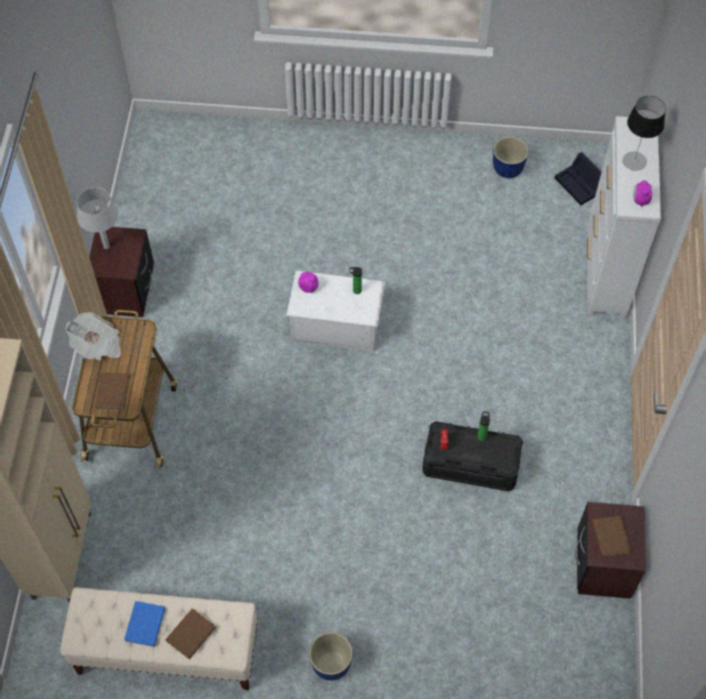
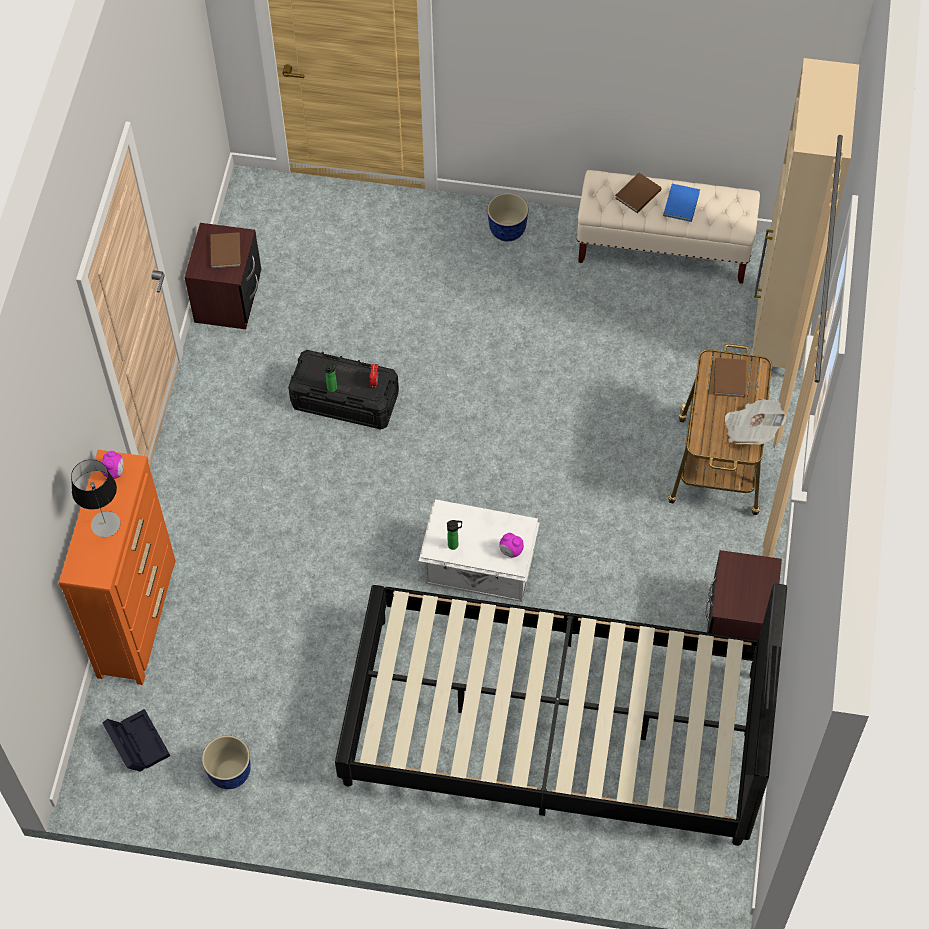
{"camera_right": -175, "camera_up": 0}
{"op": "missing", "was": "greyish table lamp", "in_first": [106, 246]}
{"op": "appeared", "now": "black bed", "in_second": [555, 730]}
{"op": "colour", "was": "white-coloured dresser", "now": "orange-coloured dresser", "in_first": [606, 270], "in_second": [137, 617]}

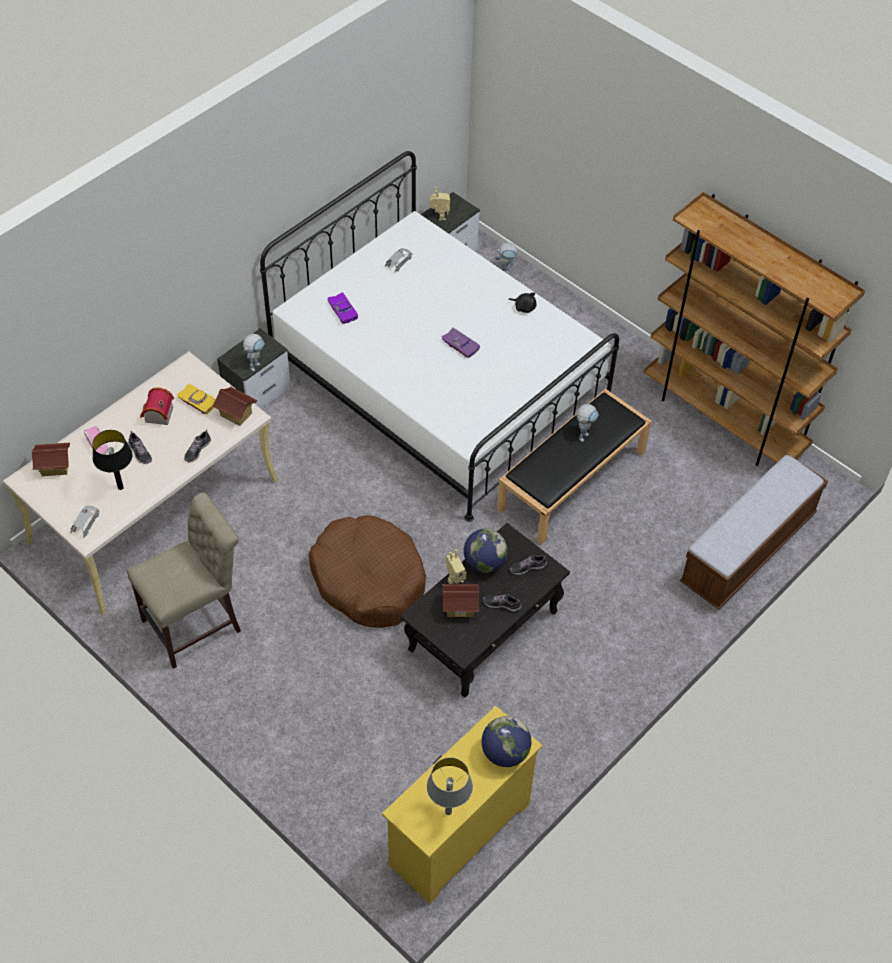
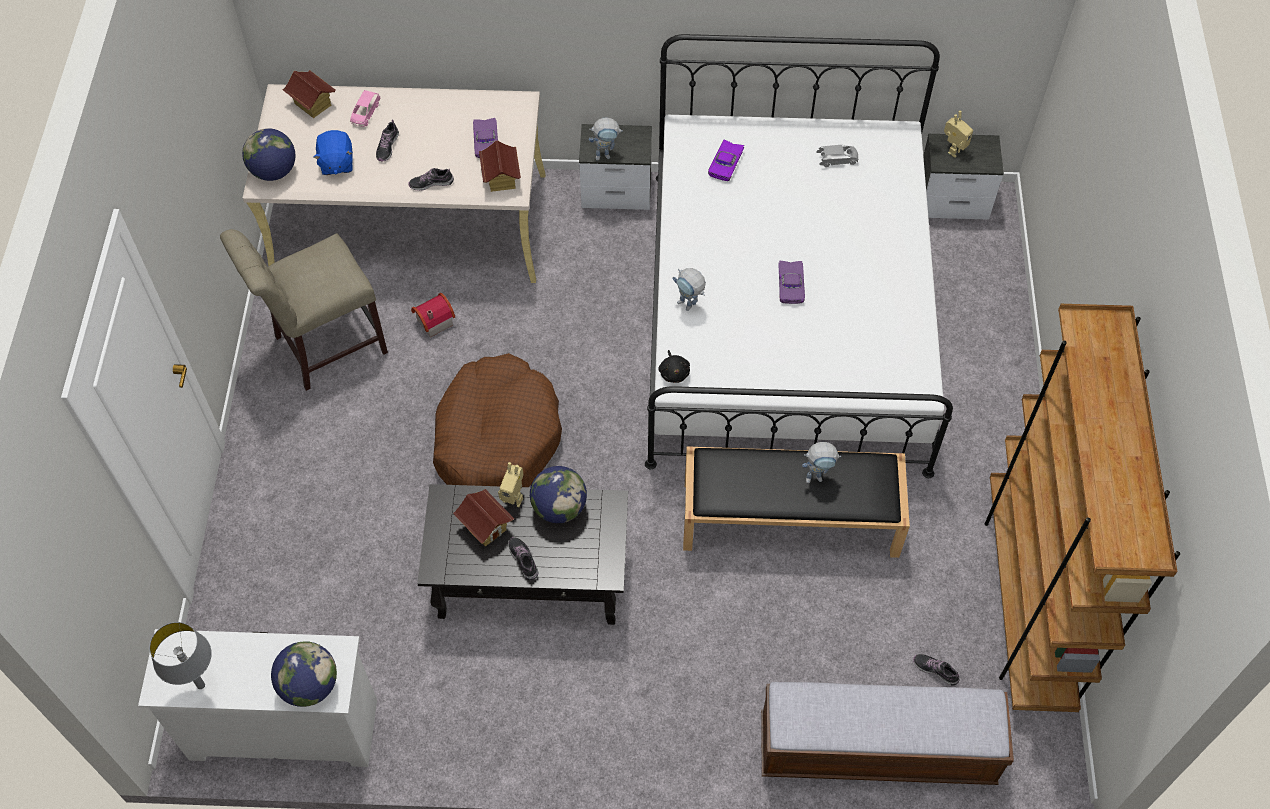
{"camera_right": 50, "camera_up": 5}
{"op": "relocated", "was": "model house", "in_first": [157, 415], "in_second": [432, 321]}
{"op": "relocated", "was": "model robot", "in_first": [506, 271], "in_second": [689, 306]}
{"op": "relocated", "was": "black plush toy", "in_first": [524, 307], "in_second": [674, 372]}
{"op": "relocated", "was": "shoe", "in_first": [528, 567], "in_second": [935, 670]}
{"op": "exchanged", "was": "greyish miniature car", "now": "world globe", "in_first": [86, 524], "in_second": [274, 171]}
{"op": "exchanged", "was": "black table lamp", "now": "blue-coloured plush toy", "in_first": [120, 487], "in_second": [336, 163]}
{"op": "colour", "was": "yellow miniature car", "now": "purplish miniature car", "in_first": [198, 401], "in_second": [487, 141]}
{"op": "colour", "was": "yellow dresser", "now": "white-coloured dresser", "in_first": [459, 835], "in_second": [283, 729]}
{"op": "spun", "was": "beige-coloured chair", "in_first": [197, 623], "in_second": [324, 346], "clockwise": 135}

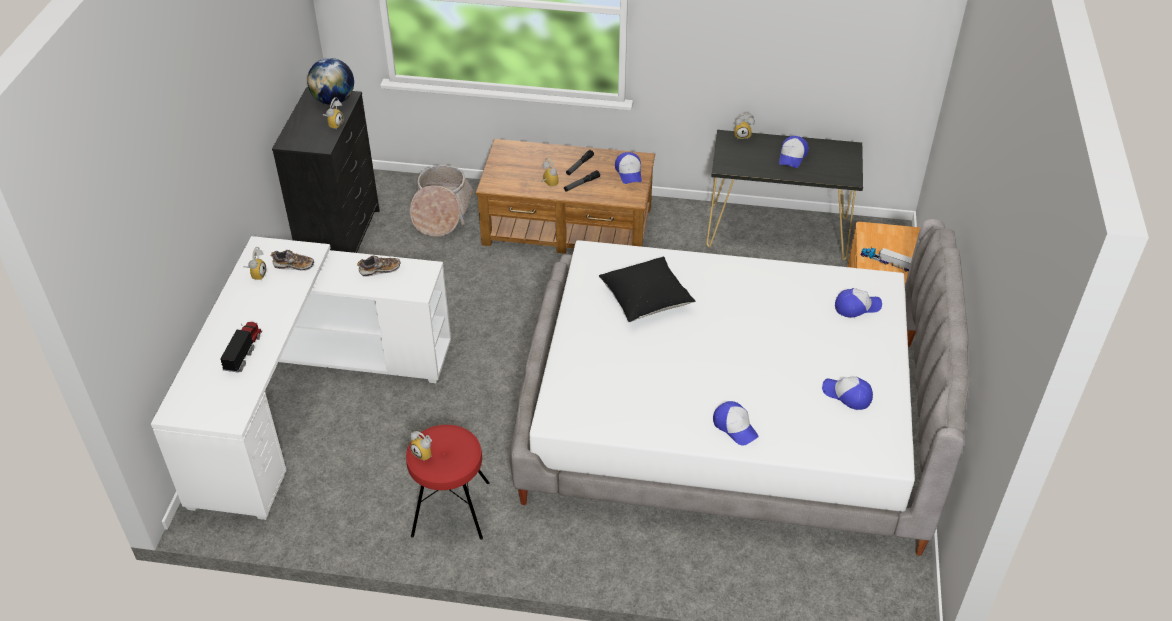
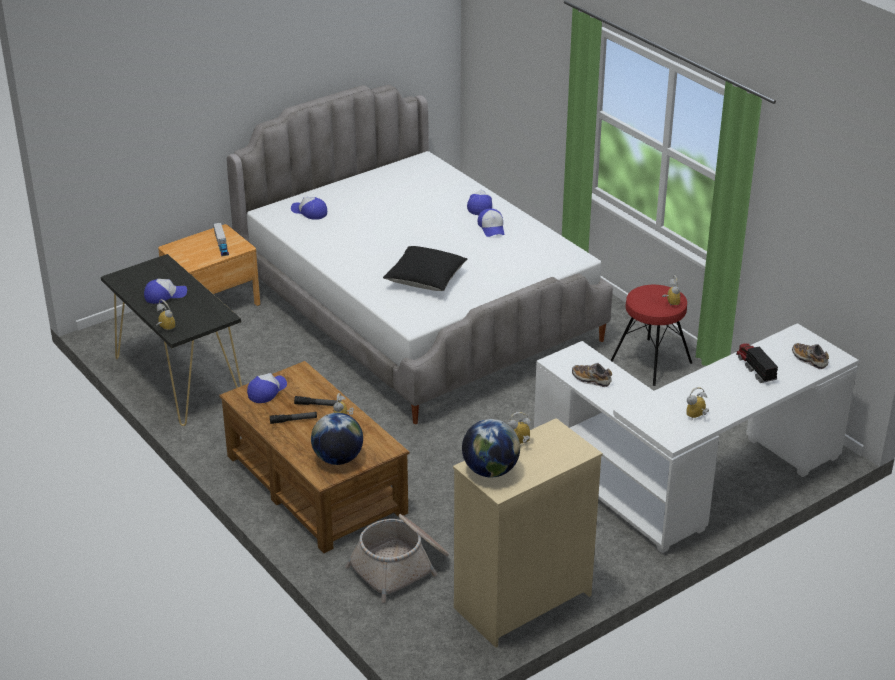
{"camera_right": -135, "camera_up": -10}
{"op": "appeared", "now": "world globe", "in_second": [338, 459]}
{"op": "relocated", "was": "shoe", "in_first": [294, 265], "in_second": [809, 360]}
{"op": "relocated", "was": "baseball cap", "in_first": [847, 395], "in_second": [492, 228]}
{"op": "colour", "was": "black dresser", "now": "beige-coloured dresser", "in_first": [341, 238], "in_second": [522, 601]}
{"op": "spun", "was": "model truck", "in_first": [243, 352], "in_second": [755, 368], "clockwise": 105}

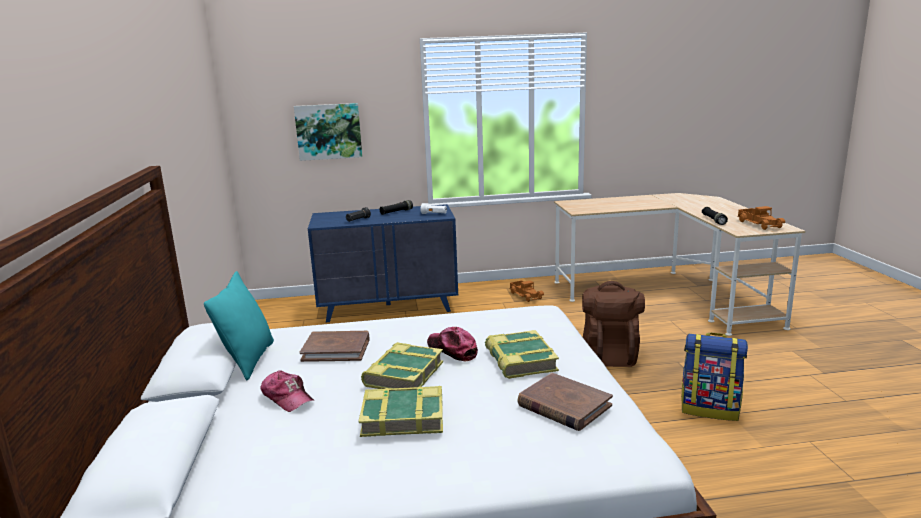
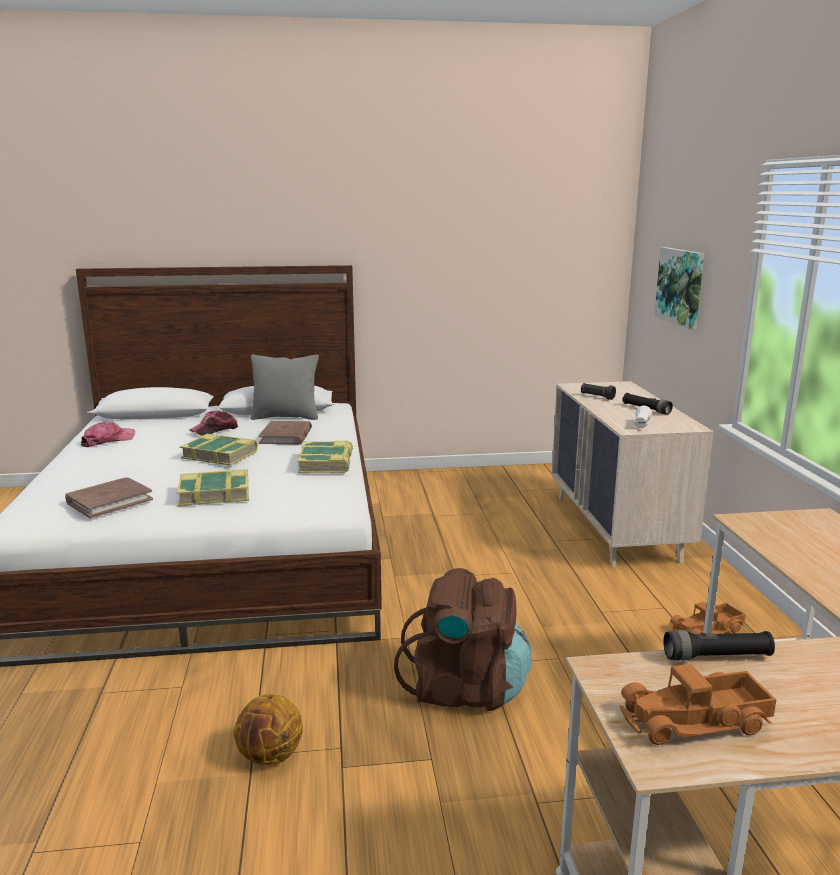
{"camera_right": 90, "camera_up": 0}
{"op": "relocated", "was": "bound book", "in_first": [403, 417], "in_second": [326, 463]}
{"op": "relocated", "was": "baseball cap", "in_first": [452, 350], "in_second": [108, 441]}
{"op": "exchanged", "was": "backpack", "now": "basketball", "in_first": [710, 409], "in_second": [270, 756]}
{"op": "colour", "was": "turquoise-coloured pillow", "now": "greyish pillow", "in_first": [248, 360], "in_second": [286, 417]}
{"op": "colour", "was": "blue-coloured dresser", "now": "beige-coloured dresser", "in_first": [389, 307], "in_second": [616, 528]}

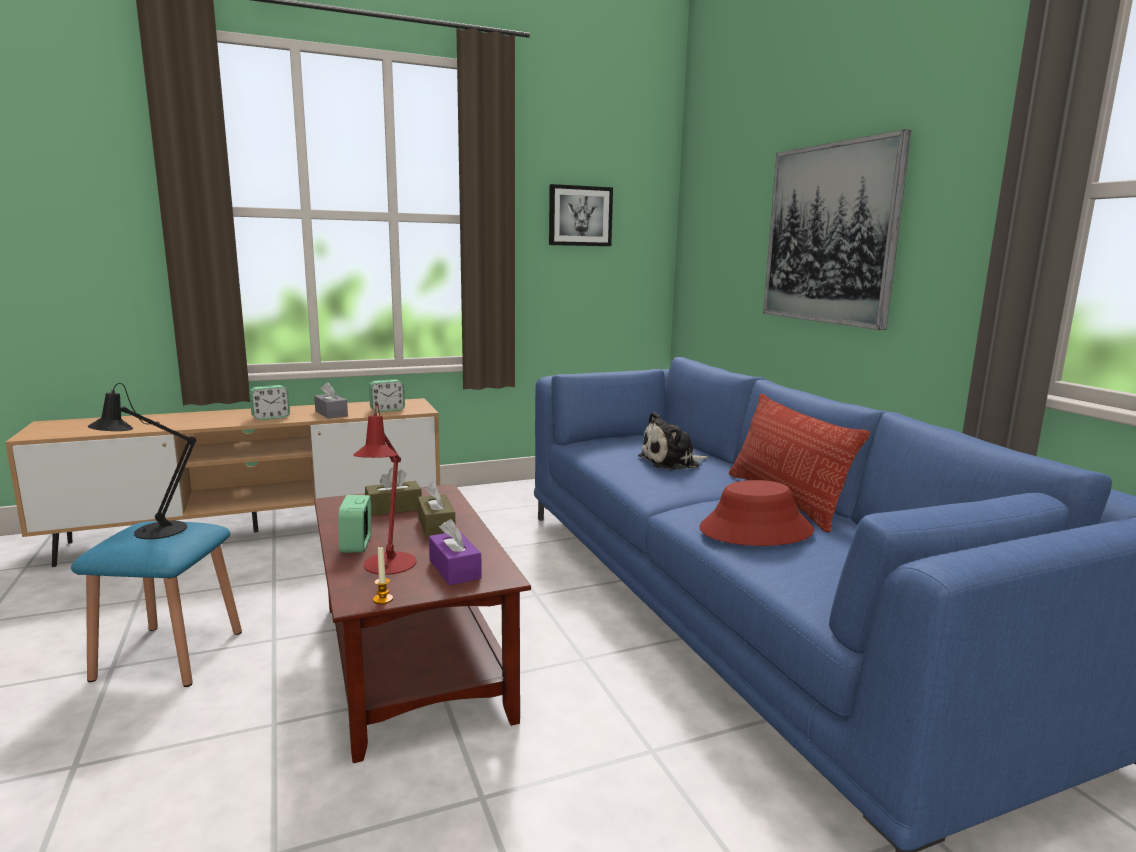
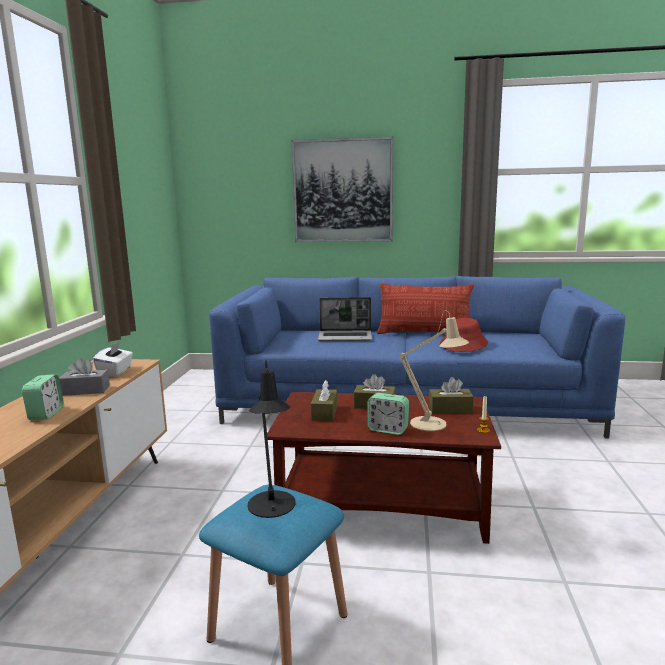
{"camera_right": -60, "camera_up": 0}
{"op": "missing", "was": "wall art", "in_first": [580, 216]}
{"op": "exchanged", "was": "alarm clock", "now": "white-coloured tissue box", "in_first": [387, 410], "in_second": [115, 372]}
{"op": "exchanged", "was": "plush toy", "now": "portable computer", "in_first": [672, 462], "in_second": [346, 337]}
{"op": "colour", "was": "red table lamp", "now": "beige-coloured table lamp", "in_first": [388, 566], "in_second": [433, 424]}
{"op": "colour", "was": "purplish tissue box", "now": "brown-coloured tissue box", "in_first": [454, 569], "in_second": [450, 409]}

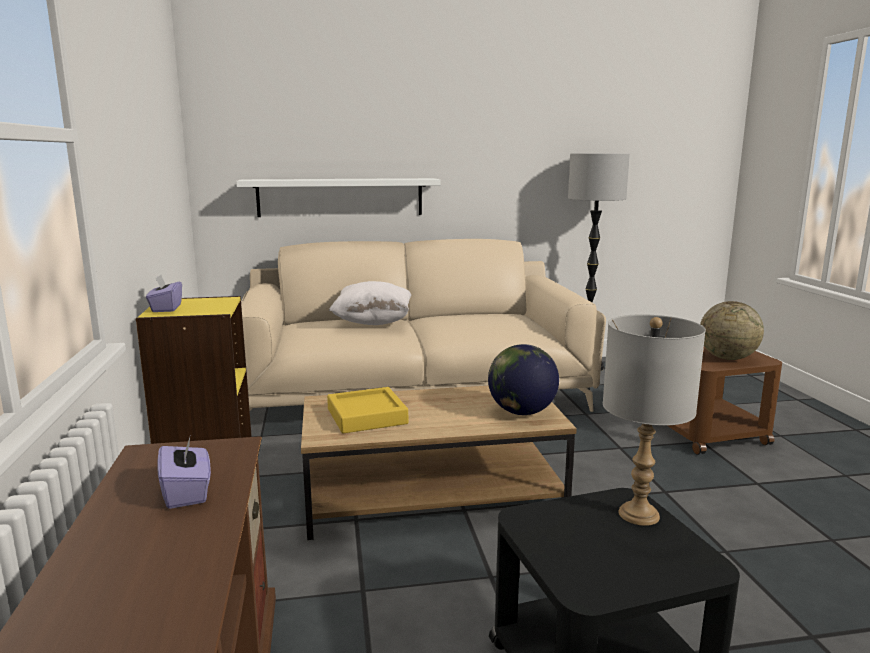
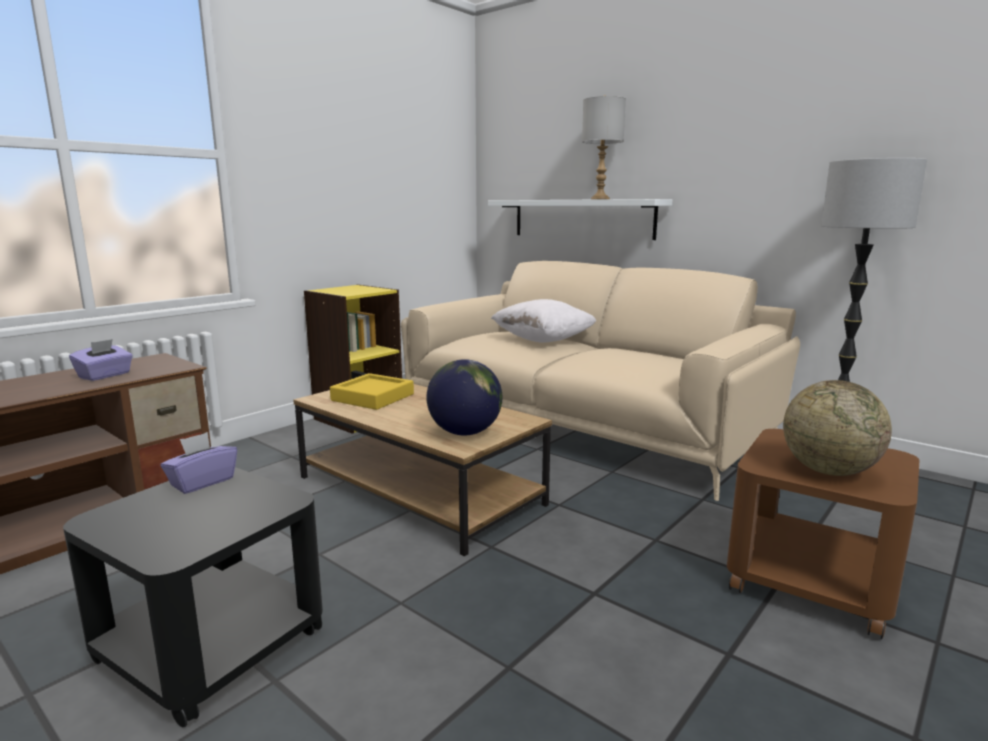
{"camera_right": 50, "camera_up": 0}
{"op": "relocated", "was": "purplish tissue box", "in_first": [166, 308], "in_second": [202, 482]}
{"op": "relocated", "was": "greyish table lamp", "in_first": [638, 514], "in_second": [600, 199]}

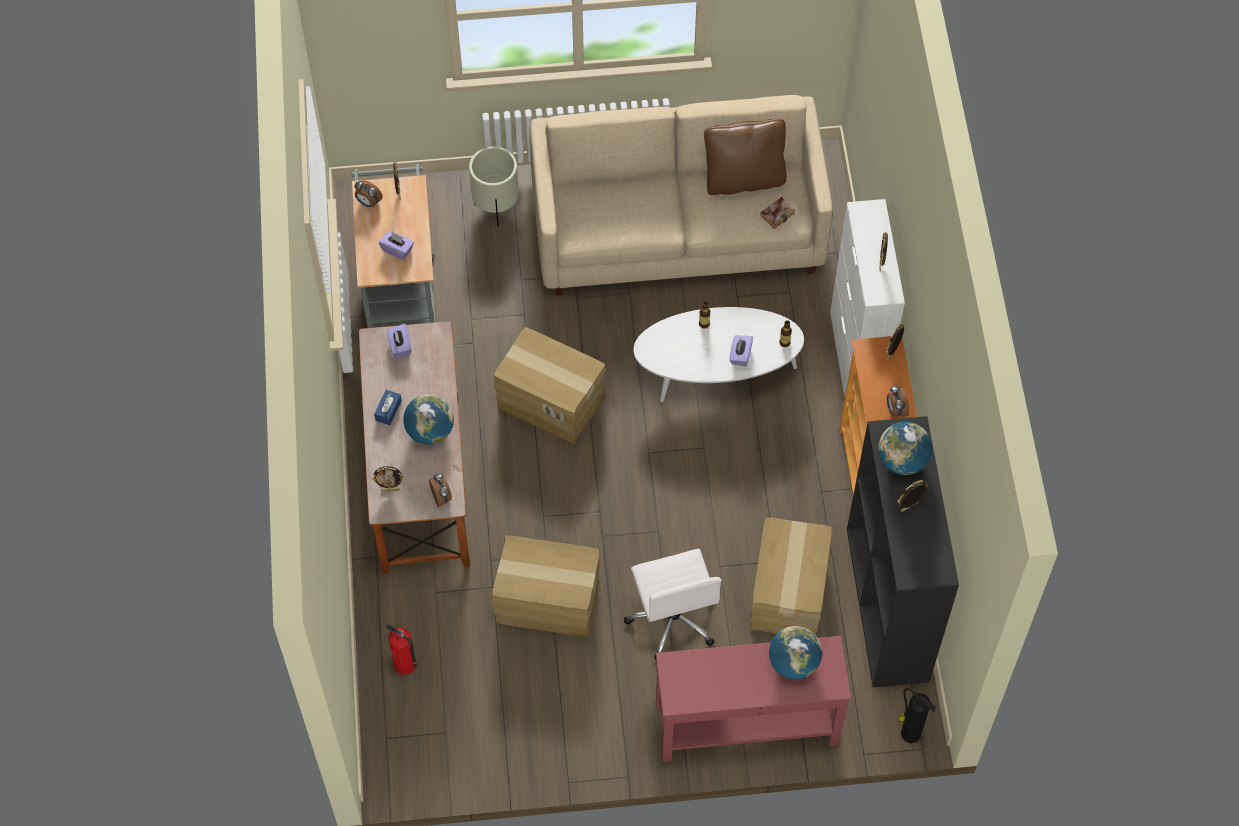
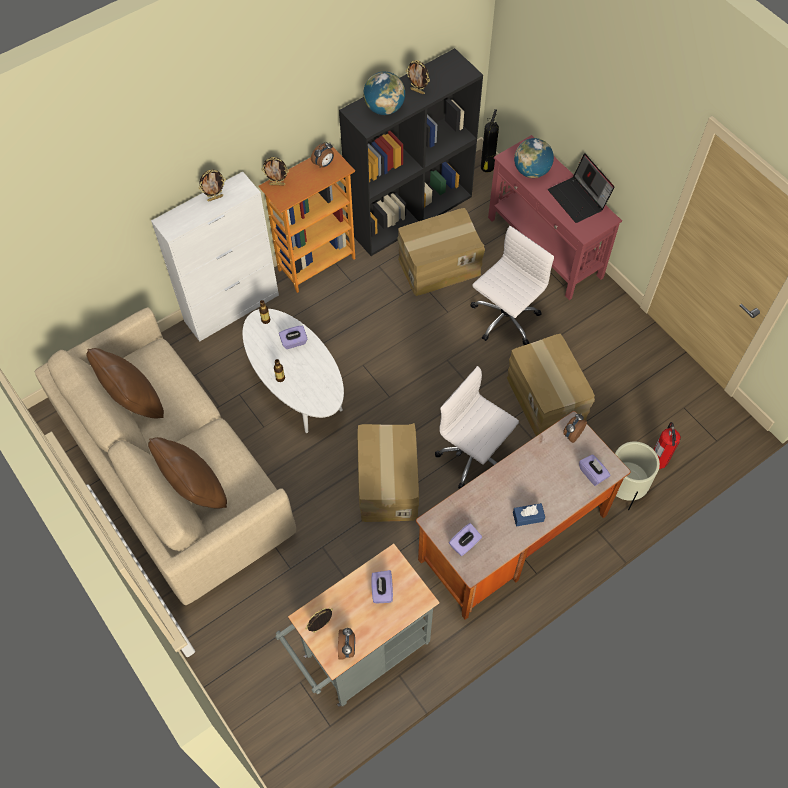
{"camera_right": -120, "camera_up": 0}
{"op": "missing", "was": "world globe", "in_first": [430, 431]}
{"op": "missing", "was": "bound book", "in_first": [777, 213]}
{"op": "appeared", "now": "brown-coloured pillow", "in_second": [195, 489]}
{"op": "appeared", "now": "white-coloured office chair", "in_second": [474, 456]}
{"op": "appeared", "now": "portable computer", "in_second": [579, 199]}
{"op": "relocated", "was": "beige-coloured planter", "in_first": [496, 206], "in_second": [623, 489]}
{"op": "exchanged", "was": "photo frame", "now": "purplish tissue box", "in_first": [390, 489], "in_second": [593, 474]}

